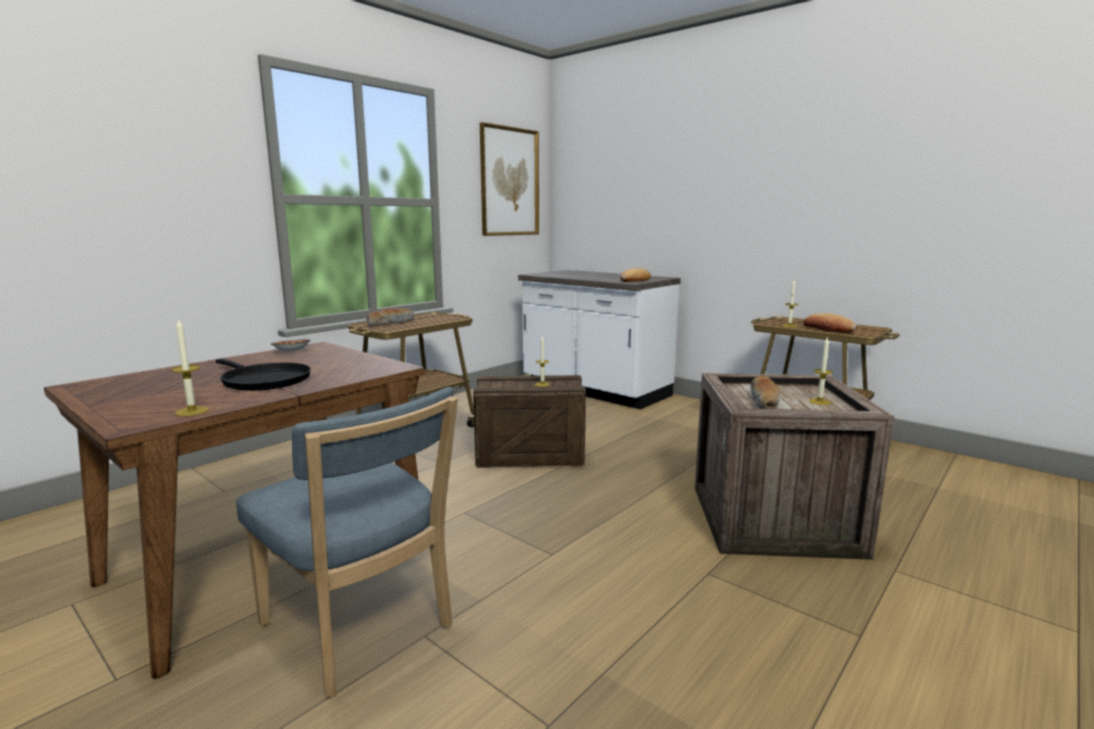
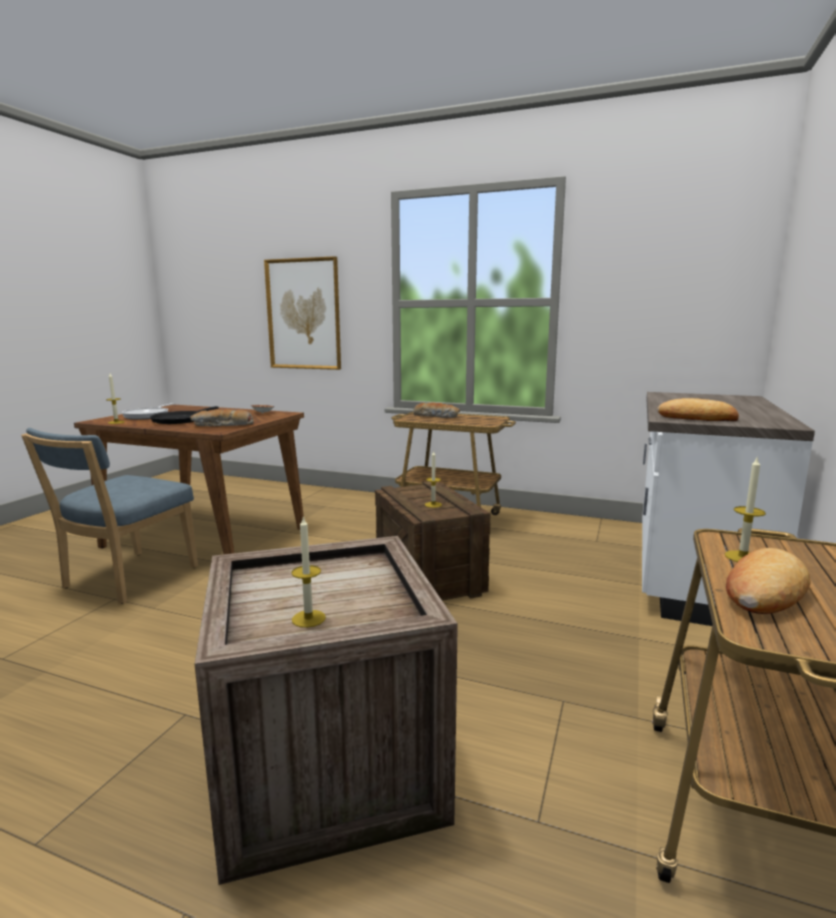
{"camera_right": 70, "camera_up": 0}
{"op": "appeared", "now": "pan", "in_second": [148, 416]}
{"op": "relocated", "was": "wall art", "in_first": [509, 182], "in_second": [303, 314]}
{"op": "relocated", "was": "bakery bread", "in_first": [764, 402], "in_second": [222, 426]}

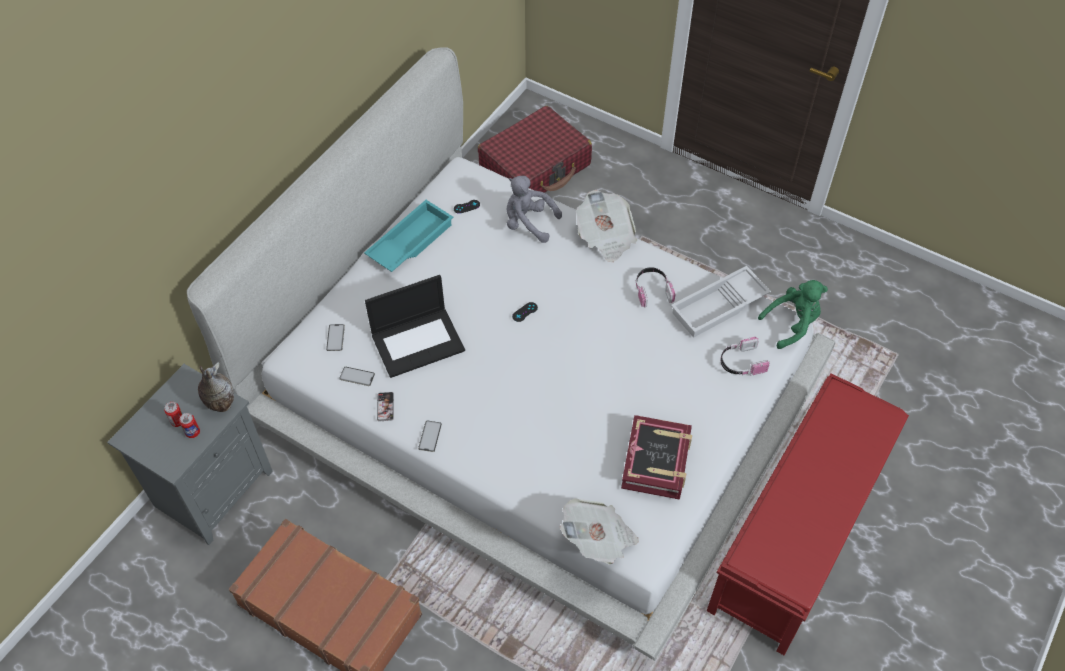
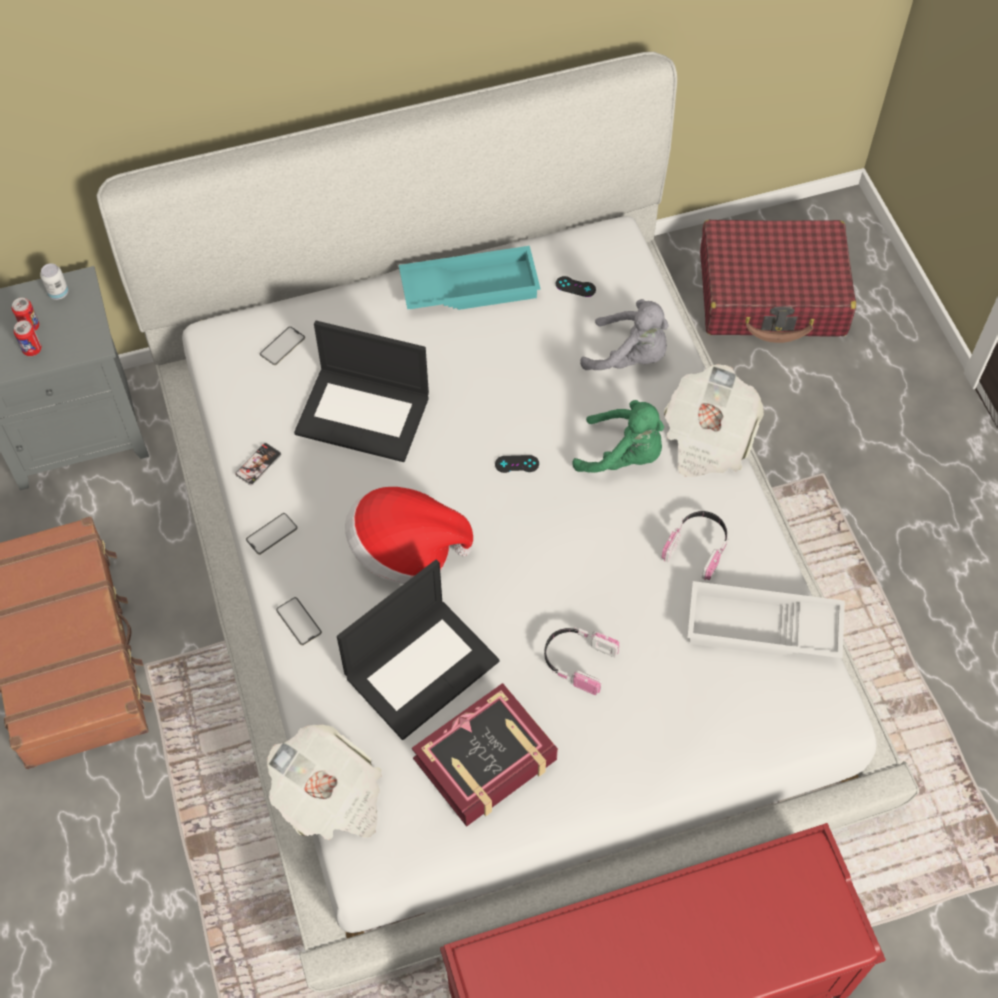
{"camera_right": 40, "camera_up": 5}
{"op": "missing", "was": "decorative vase", "in_first": [220, 405]}
{"op": "appeared", "now": "can", "in_second": [58, 293]}
{"op": "appeared", "now": "portable computer", "in_second": [421, 666]}
{"op": "appeared", "now": "hat", "in_second": [406, 550]}
{"op": "relocated", "was": "telephone", "in_first": [357, 376], "in_second": [299, 621]}
{"op": "relocated", "was": "headset", "in_first": [741, 363], "in_second": [577, 661]}
{"op": "relocated", "was": "green-coloured plush toy", "in_first": [792, 324], "in_second": [623, 455]}
{"op": "spun", "was": "greyish plush toy", "in_first": [528, 223], "in_second": [630, 356], "clockwise": 135}

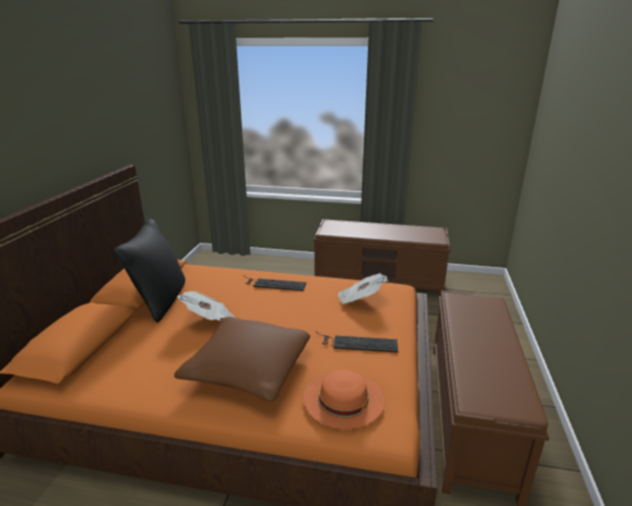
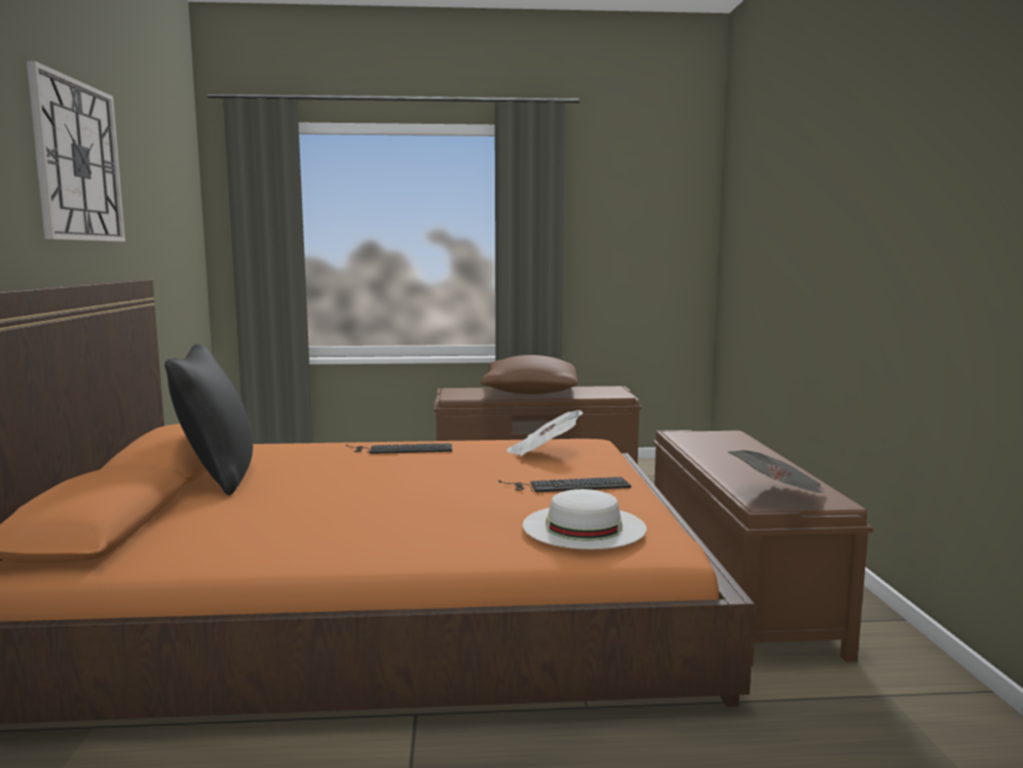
{"camera_right": -15, "camera_up": -15}
{"op": "appeared", "now": "clock on the wall", "in_second": [78, 161]}
{"op": "relocated", "was": "brown-coloured pillow", "in_first": [248, 369], "in_second": [530, 392]}
{"op": "relocated", "was": "printed paper", "in_first": [209, 318], "in_second": [779, 497]}
{"op": "colour", "was": "orange-coloured hat", "now": "white-coloured hat", "in_first": [343, 398], "in_second": [583, 526]}

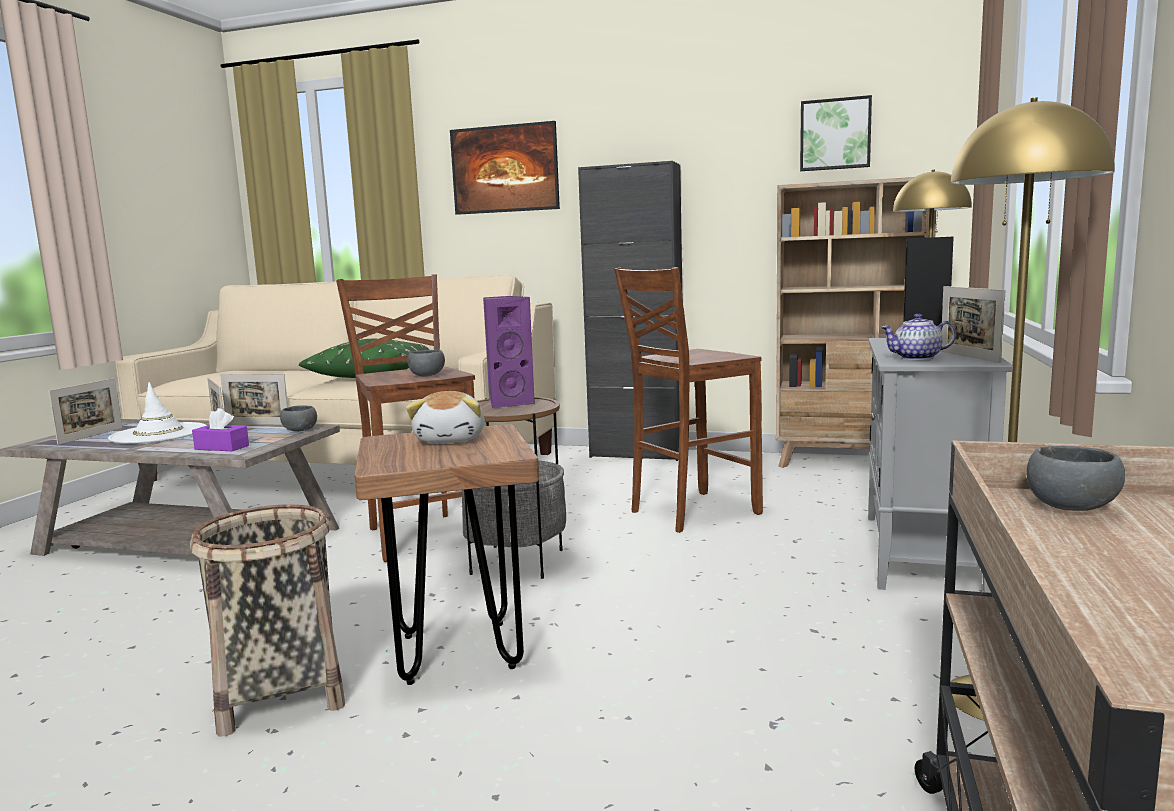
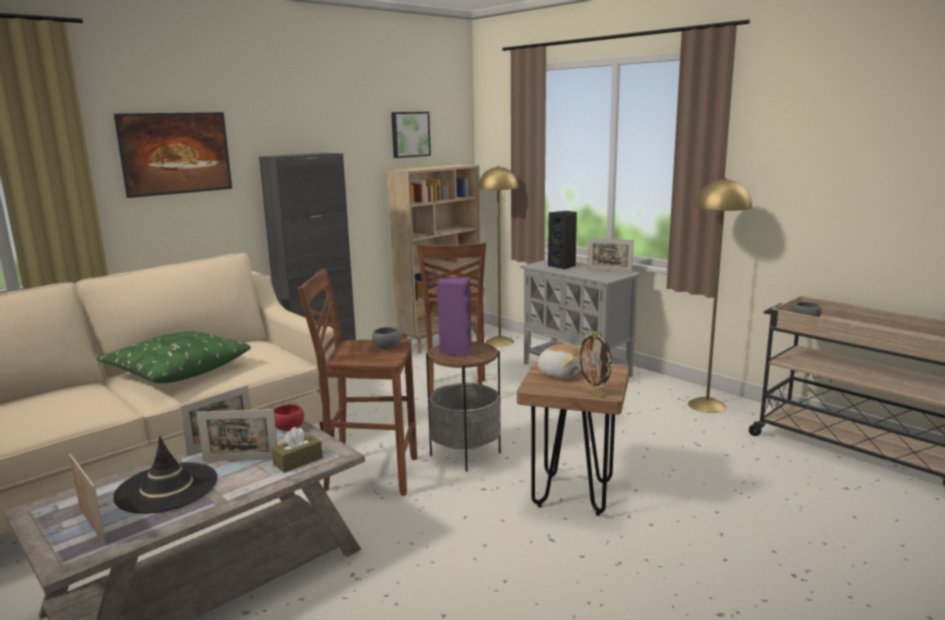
{"camera_right": -60, "camera_up": 5}
{"op": "missing", "was": "storage basket", "in_first": [280, 694]}
{"op": "missing", "was": "teapot", "in_first": [916, 358]}
{"op": "appeared", "now": "photo frame", "in_second": [594, 393]}
{"op": "colour", "was": "white-coloured hat", "now": "black hat", "in_first": [159, 434], "in_second": [167, 488]}
{"op": "colour", "was": "purplish tissue box", "now": "brown-coloured tissue box", "in_first": [222, 447], "in_second": [298, 461]}
{"op": "colour", "was": "greyish bowl", "now": "red bowl", "in_first": [299, 430], "in_second": [288, 429]}

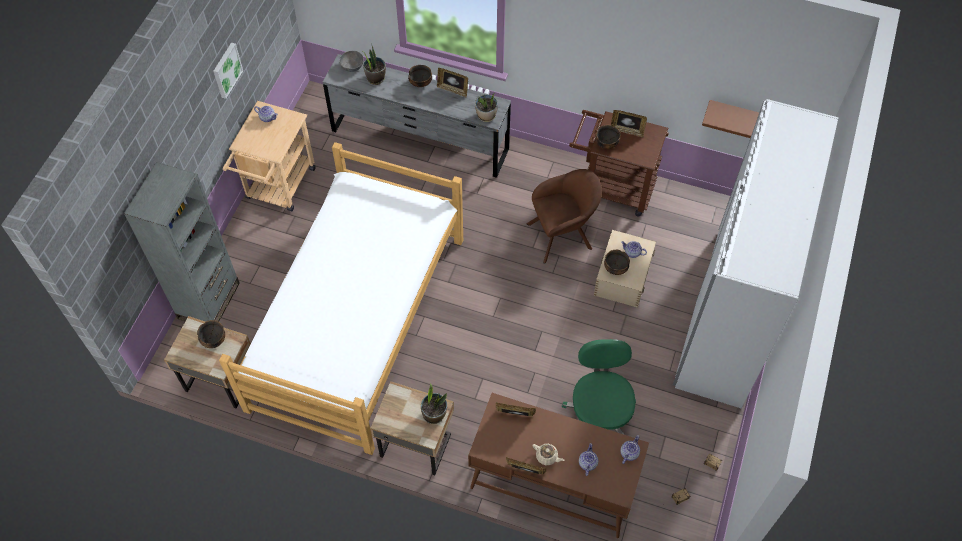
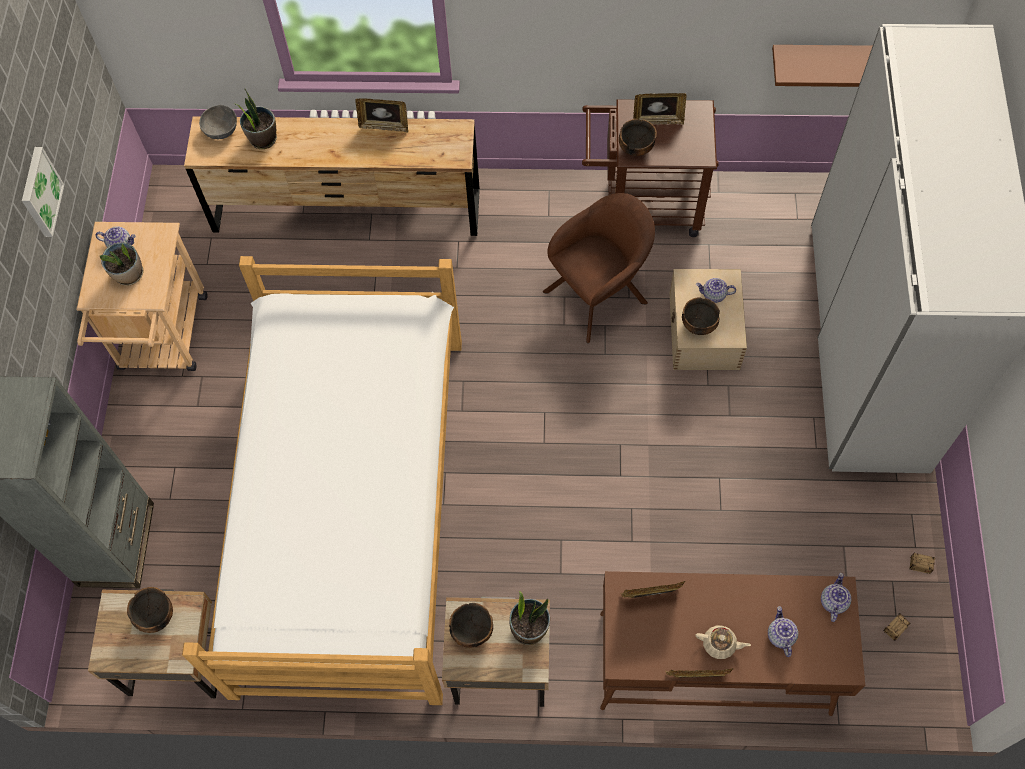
{"camera_right": -15, "camera_up": 5}
{"op": "missing", "was": "green-coloured office chair", "in_first": [599, 413]}
{"op": "relocated", "was": "bowl", "in_first": [420, 83], "in_second": [472, 630]}
{"op": "relocated", "was": "potted plant", "in_first": [486, 116], "in_second": [129, 275]}
{"op": "colour", "was": "greyish dresser", "now": "brown-coloured dresser", "in_first": [419, 140], "in_second": [346, 211]}

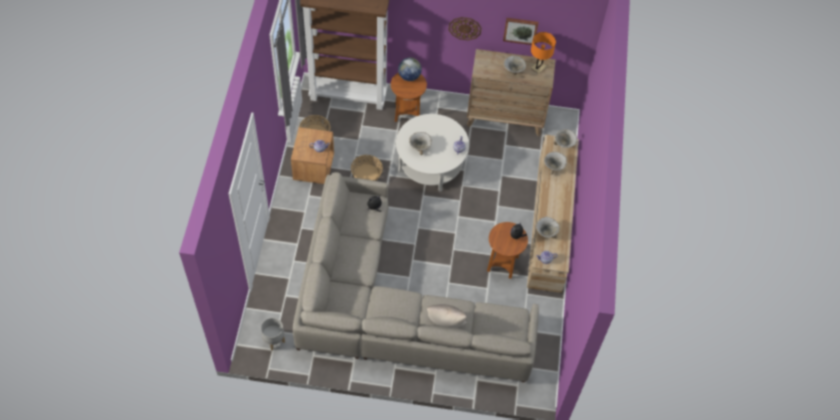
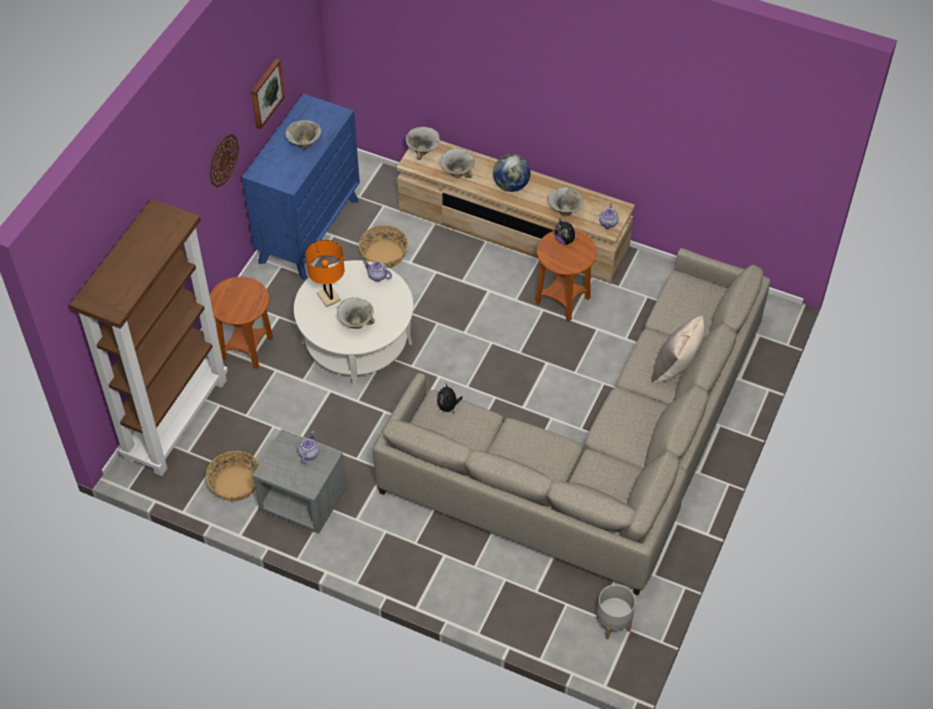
{"camera_right": -70, "camera_up": -5}
{"op": "relocated", "was": "storage basket", "in_first": [366, 173], "in_second": [383, 255]}
{"op": "relocated", "was": "world globe", "in_first": [409, 76], "in_second": [511, 186]}
{"op": "relocated", "was": "orange-coloured table lamp", "in_first": [538, 67], "in_second": [328, 297]}
{"op": "colour", "was": "brown-coloured night table", "now": "greyish night table", "in_first": [313, 167], "in_second": [302, 500]}
{"op": "colour", "was": "brown-coloured dresser", "now": "blue-coloured dresser", "in_first": [505, 118], "in_second": [309, 230]}

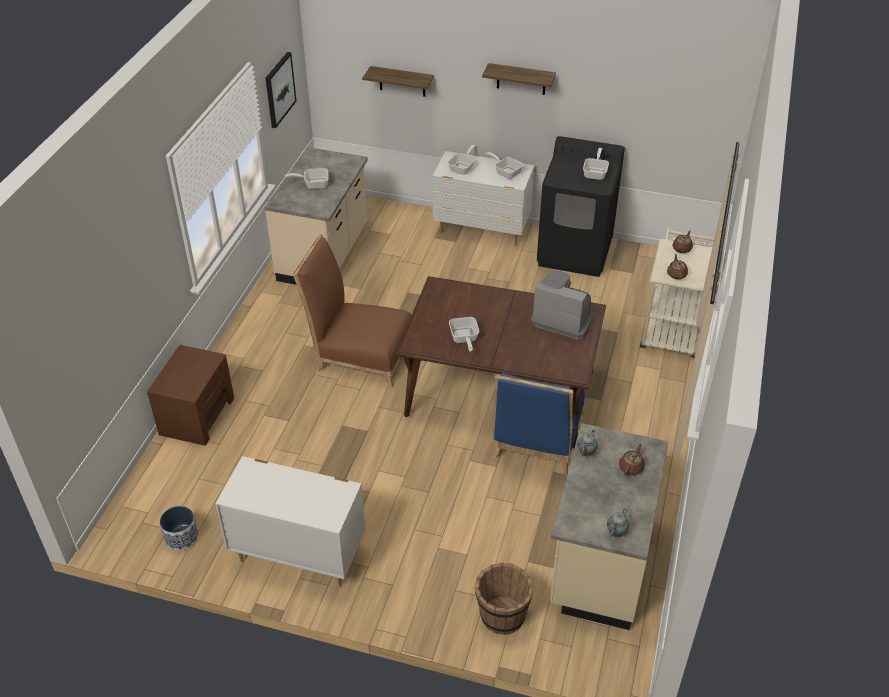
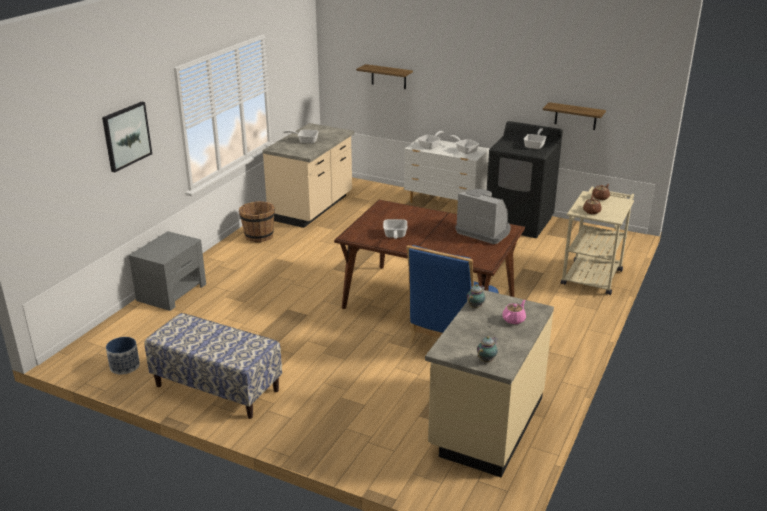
{"camera_right": 10, "camera_up": -15}
{"op": "missing", "was": "brown-coloured chair", "in_first": [359, 354]}
{"op": "relocated", "was": "wall art", "in_first": [279, 89], "in_second": [126, 136]}
{"op": "relocated", "was": "brown-coloured pail", "in_first": [502, 615], "in_second": [259, 236]}
{"op": "relocated", "was": "shelf", "in_first": [521, 79], "in_second": [575, 116]}
{"op": "exchanged", "was": "white-coloured dresser", "now": "bench", "in_first": [298, 554], "in_second": [216, 388]}
{"op": "colour", "was": "brown-coloured night table", "now": "greyish night table", "in_first": [197, 415], "in_second": [172, 292]}
{"op": "colour", "was": "brown-coloured teapot", "now": "pinkish teapot", "in_first": [631, 467], "in_second": [514, 319]}

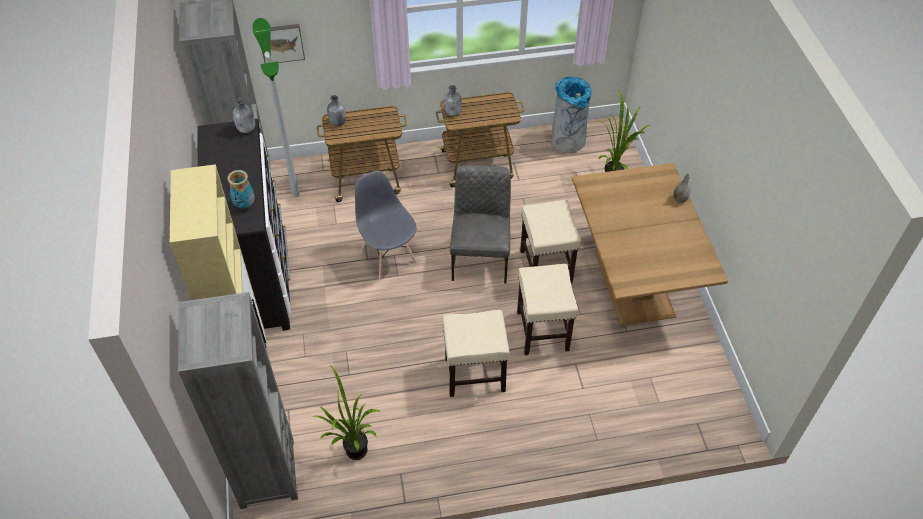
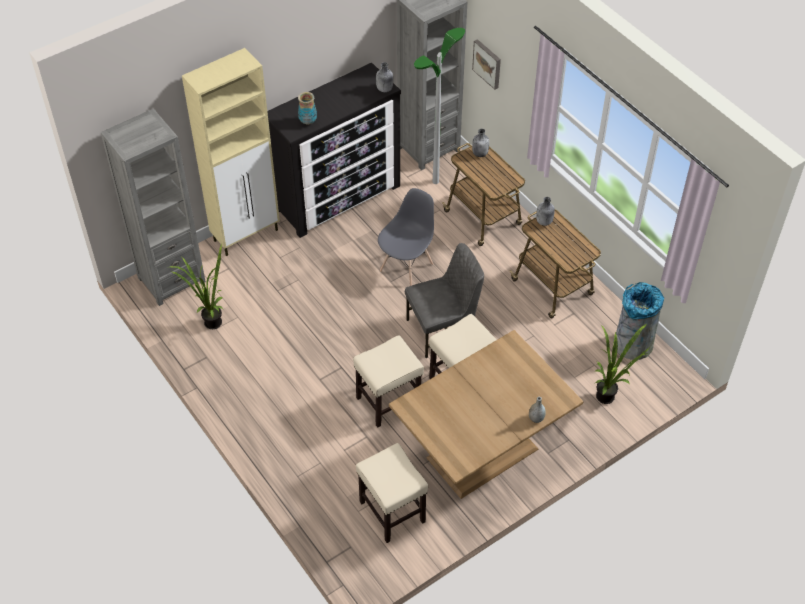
{"camera_right": 65, "camera_up": 0}
{"op": "relocated", "was": "beige-coloured sitting stool", "in_first": [474, 375], "in_second": [391, 511]}

